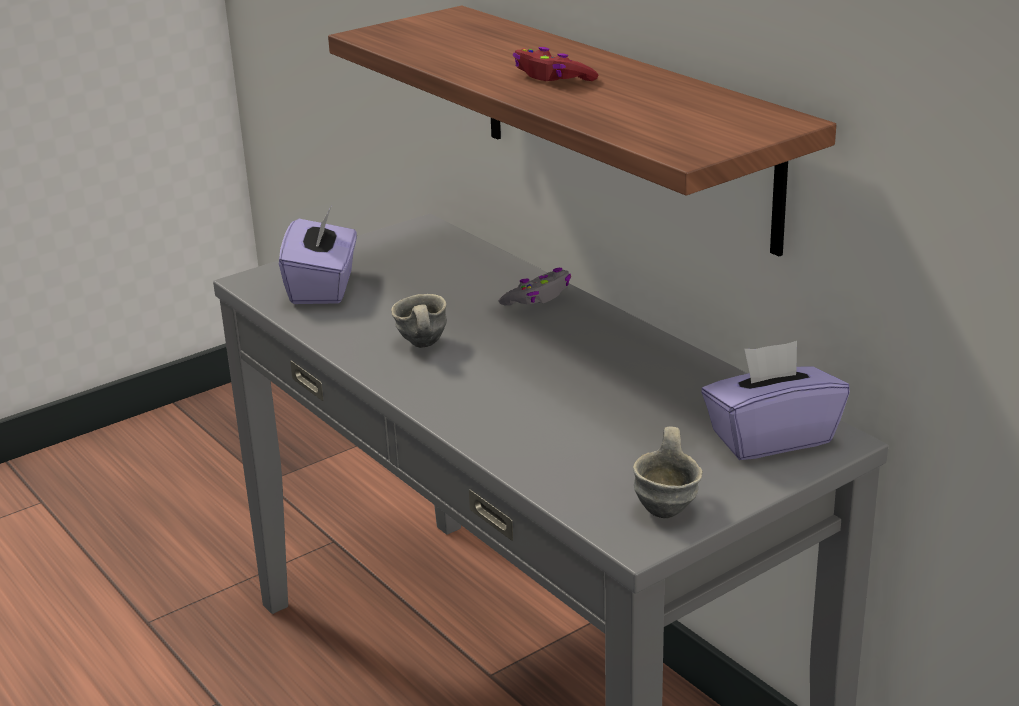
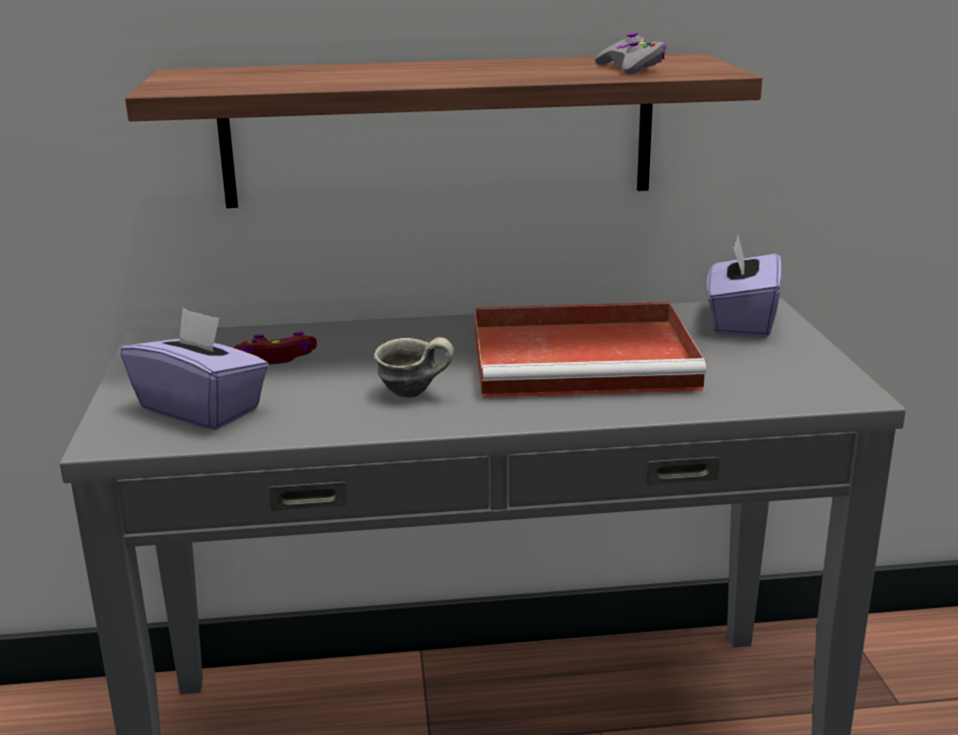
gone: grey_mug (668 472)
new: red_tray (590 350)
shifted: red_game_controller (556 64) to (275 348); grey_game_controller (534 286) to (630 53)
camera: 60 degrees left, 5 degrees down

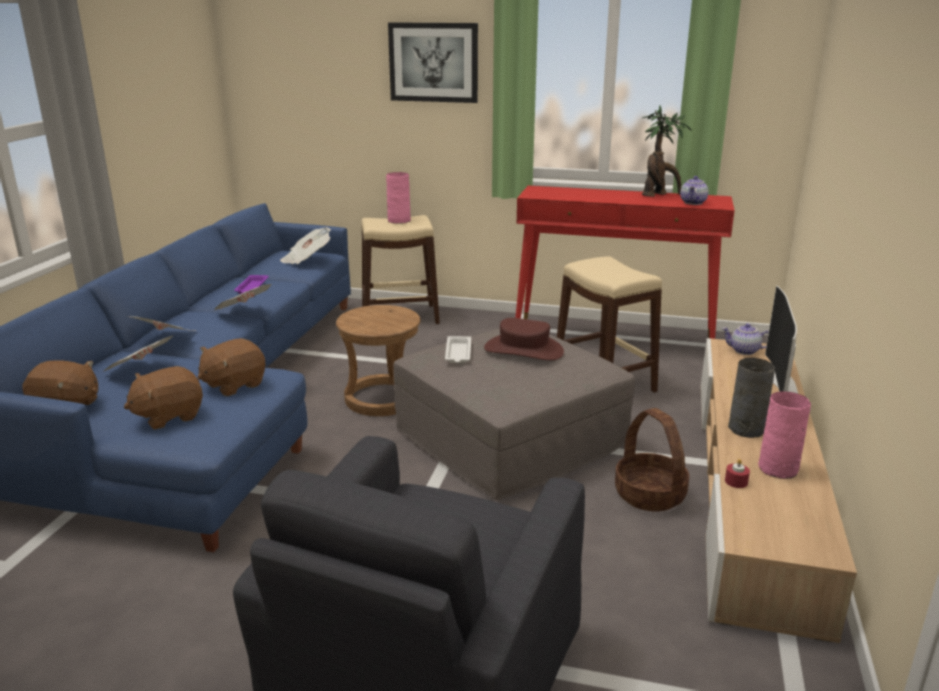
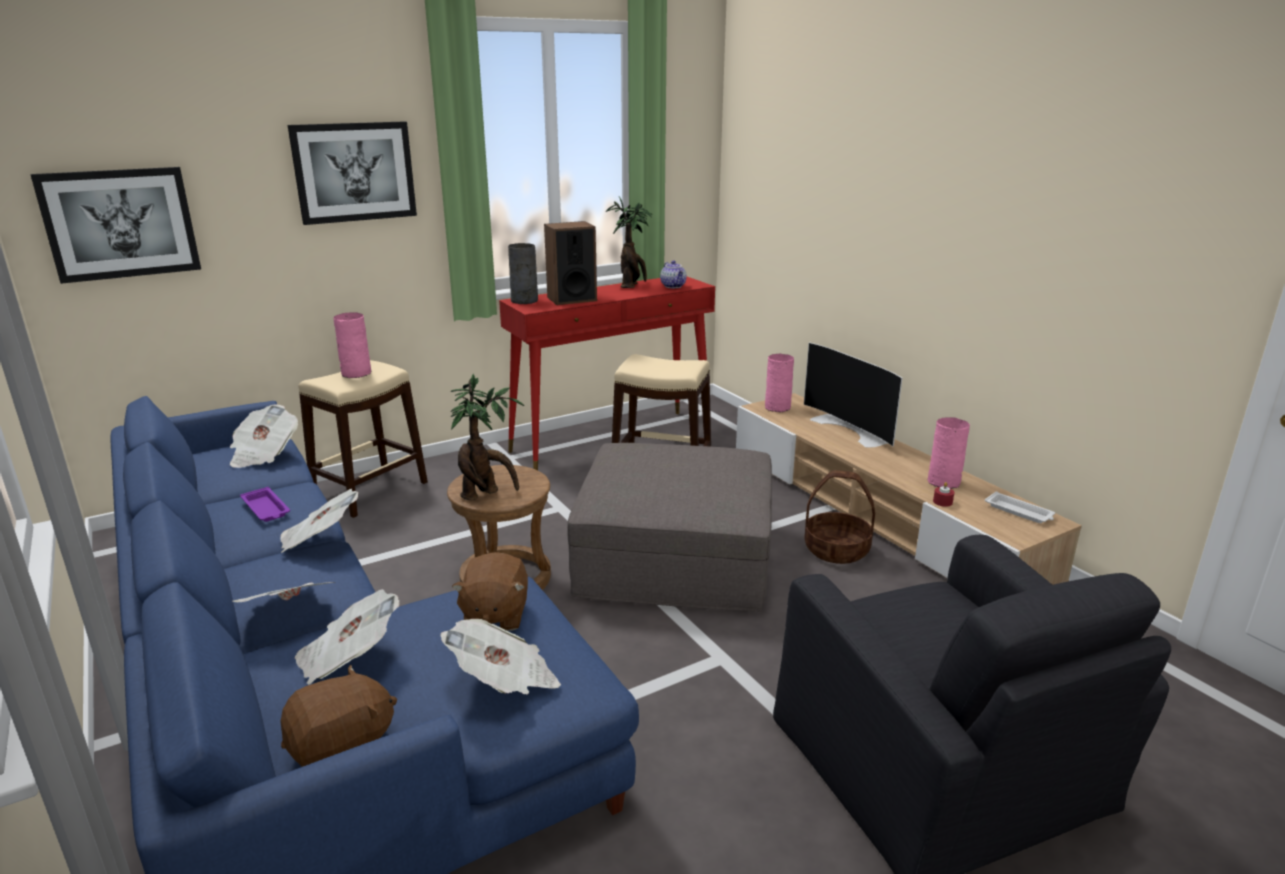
gone: brown_hat (524 339)
new: picture (116 225); speaker (570 263); potted_plant (487 437)
shifted: white_tray (458 349) to (1020 507); grey_vase (751 398) to (523 273)
swapped: teapot (745 339) to pink_vase (779 383); brown_plush_toy (163 398) to newspaper (500 656)
camera: 45 degrees left, 0 degrees up

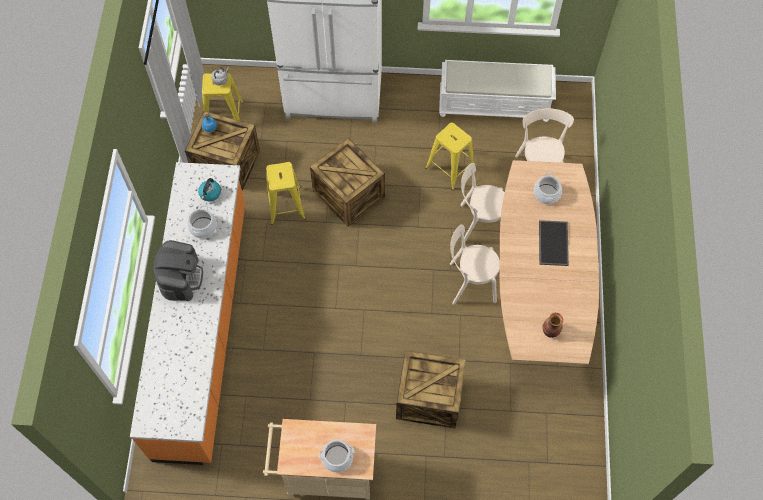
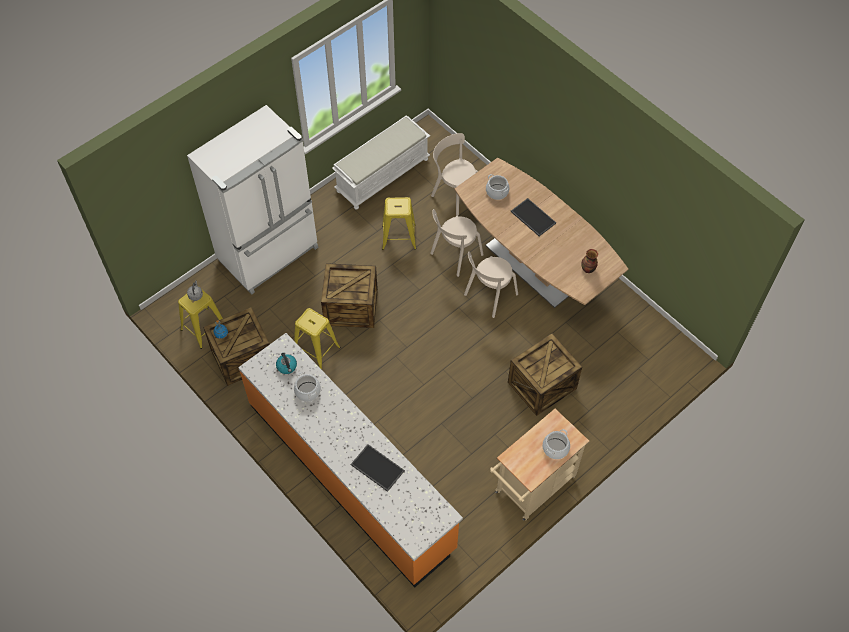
gone: coffee_machine (178 270)
new: tray (378 468)
camera: 45 degrees left, 5 degrees down

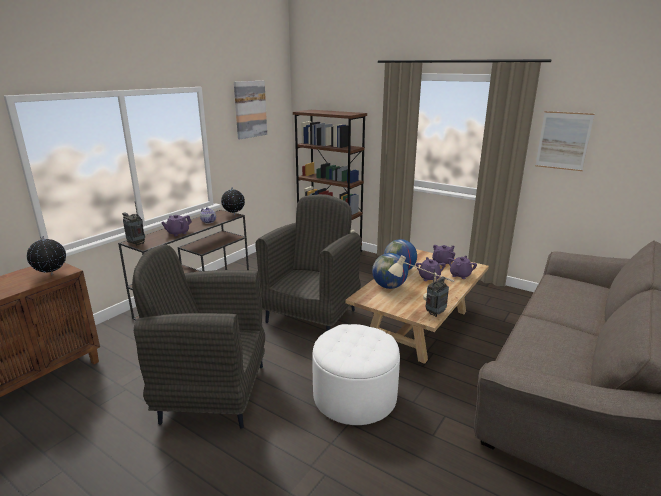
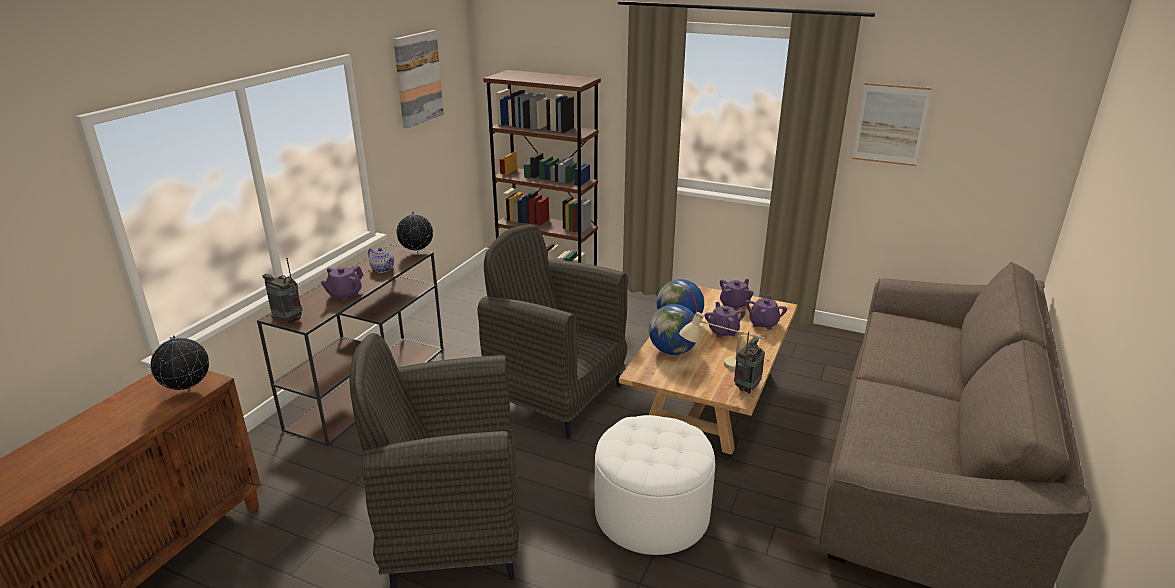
rotated: grey_armchair (308 262) = (552 331) 75 degrees counterclockwise
camera: 10 degrees left, 5 degrees up

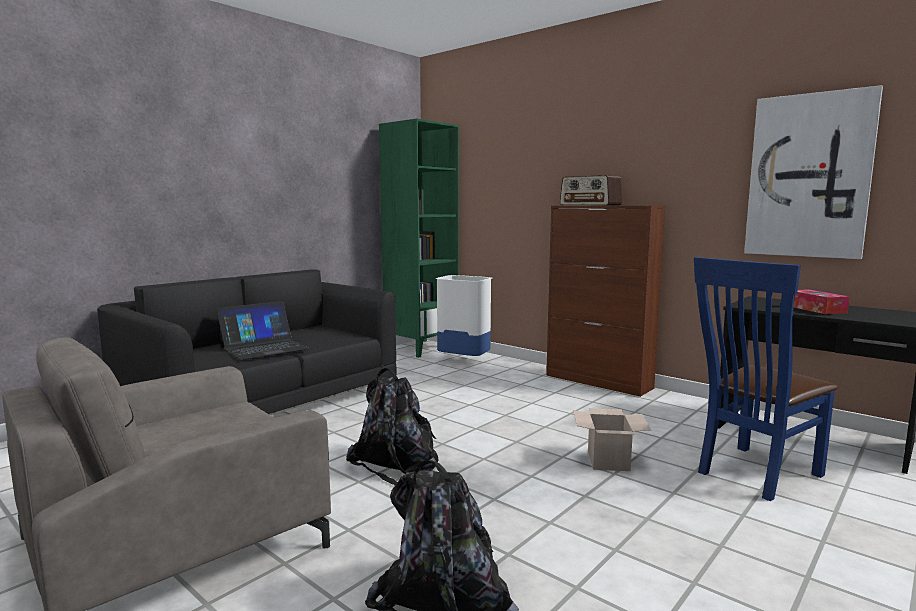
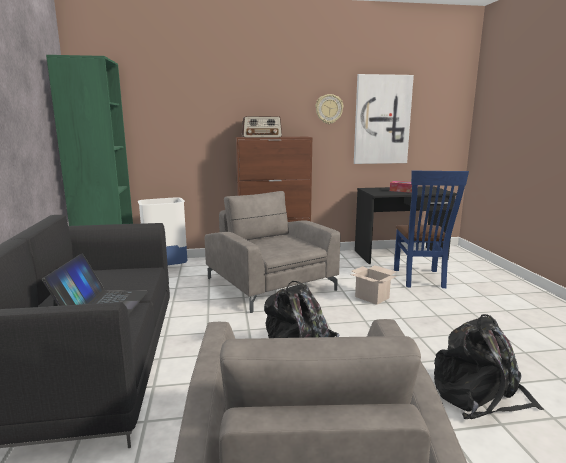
new: wall_clock (329 109); grey_armchair (272 252)
camera: 50 degrees left, 5 degrees up

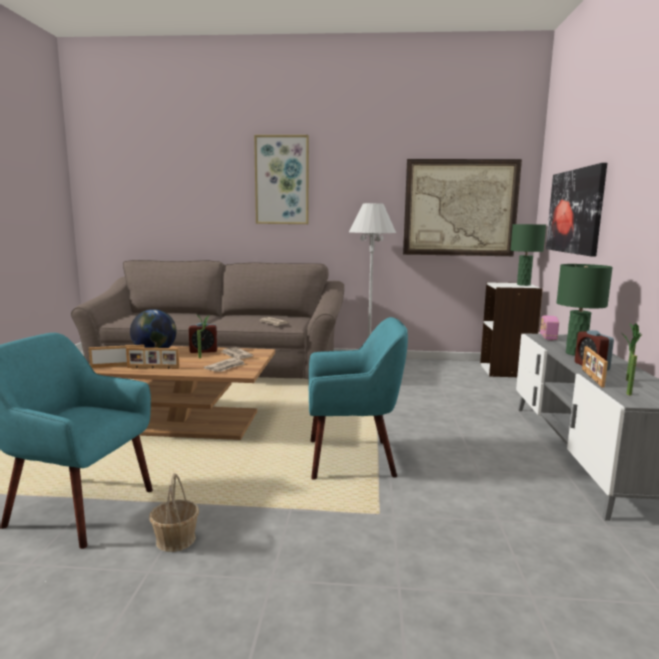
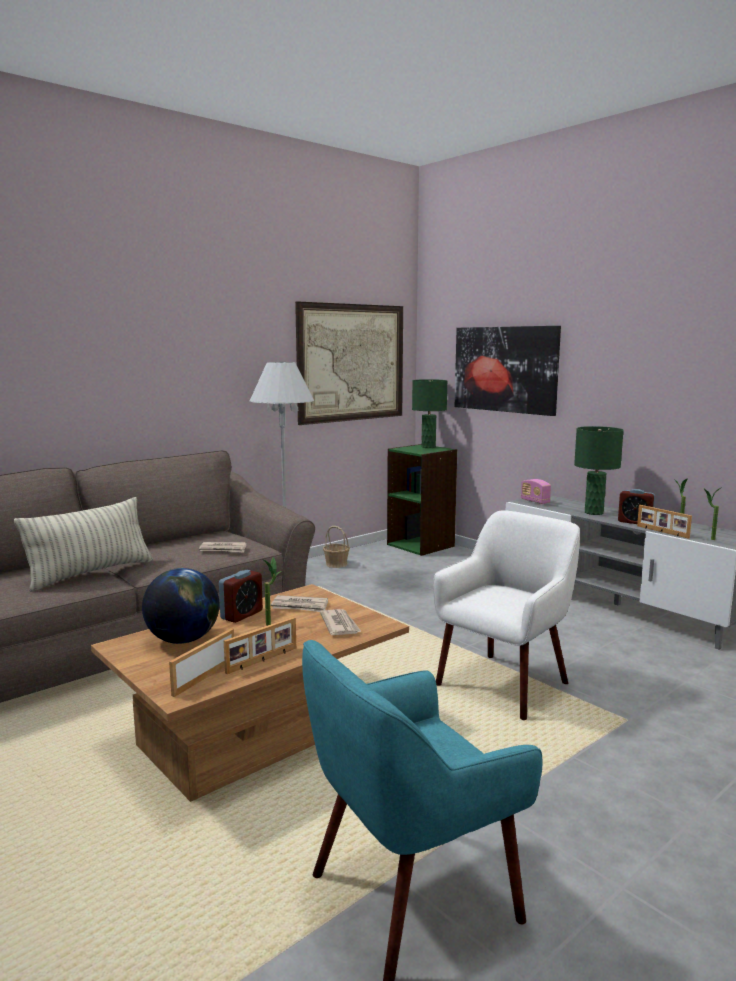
gone: picture (281 179)
new: pillow (83 544)
shifted: basket (174 512) to (336 547)
repainted: white_bookcase (511 329) to green_bookcase (422 500); turquoise_armchair (358 398) to white_armchair (506 615)
camera: 45 degrees left, 0 degrees up

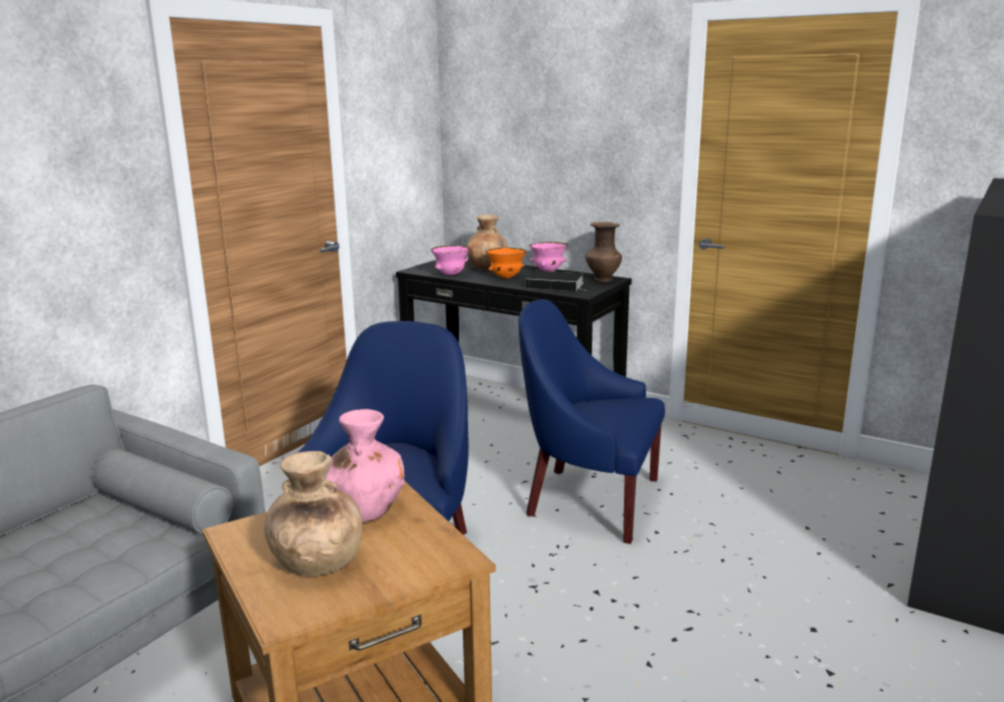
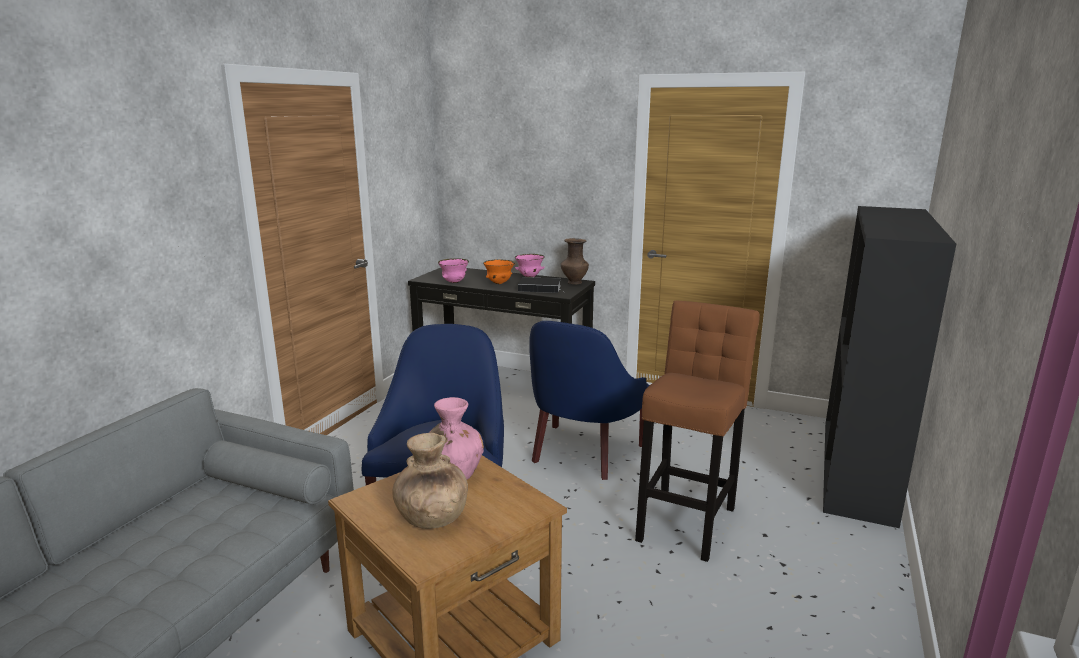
gone: brown_vase (488 242)
new: brown_stool (697 431)
rotated: blue_armchair (592 421) = (589 400) 75 degrees counterclockwise
camera: 10 degrees left, 0 degrees up

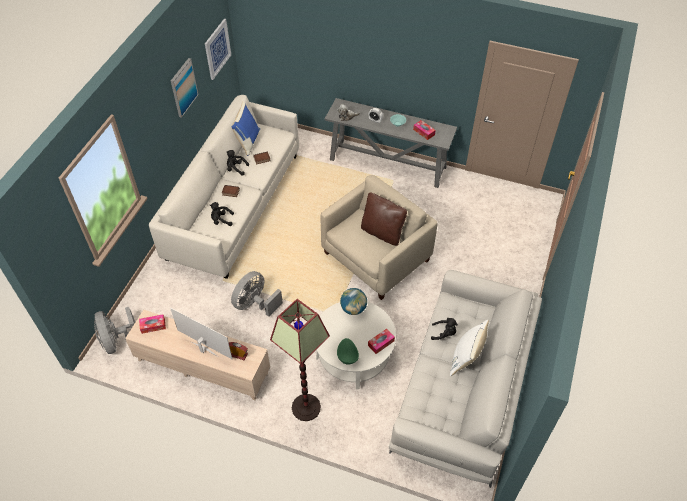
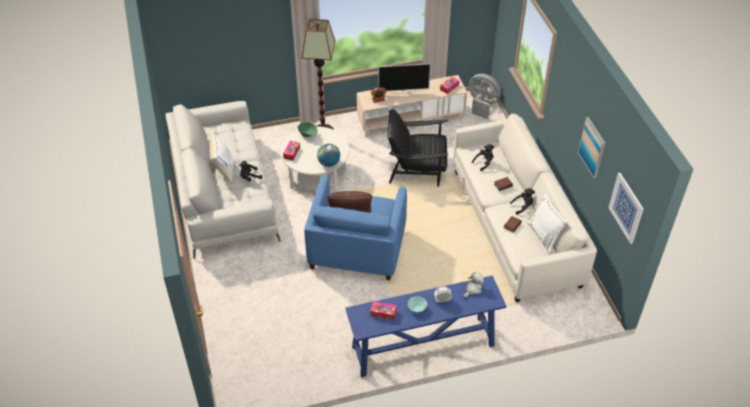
swapped: grey_fan (257 294) to black_armchair (418 148)
repainted: grey_console_table (391 143) to blue_console_table (426 326); blue_pillow (245 128) to white_pillow (548 223); beige_armchair (379 237) to blue_armchair (355 228)
camera: 145 degrees right, 5 degrees down

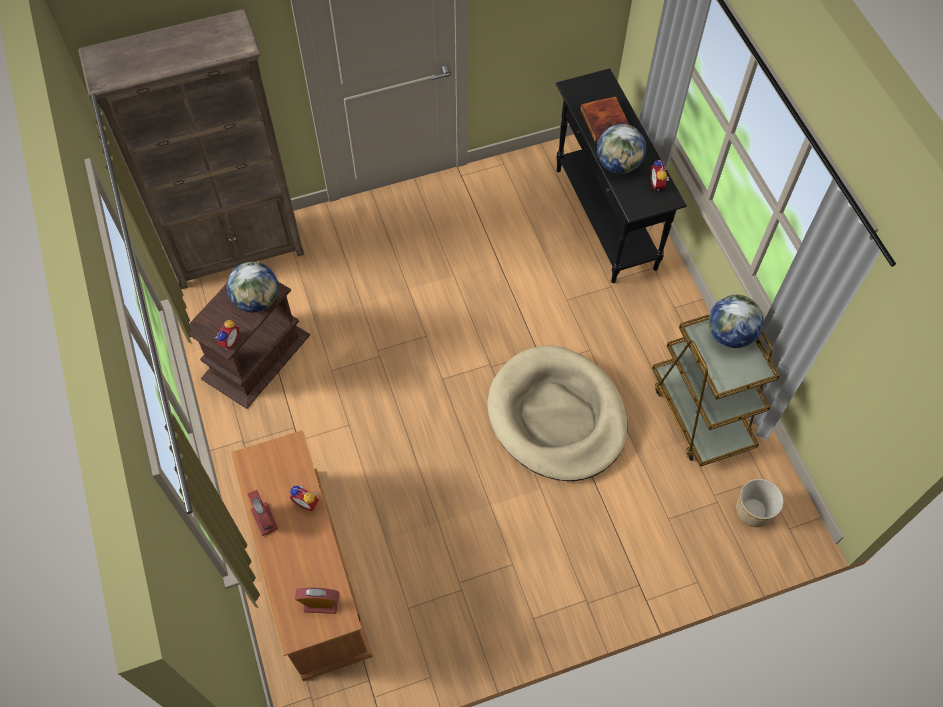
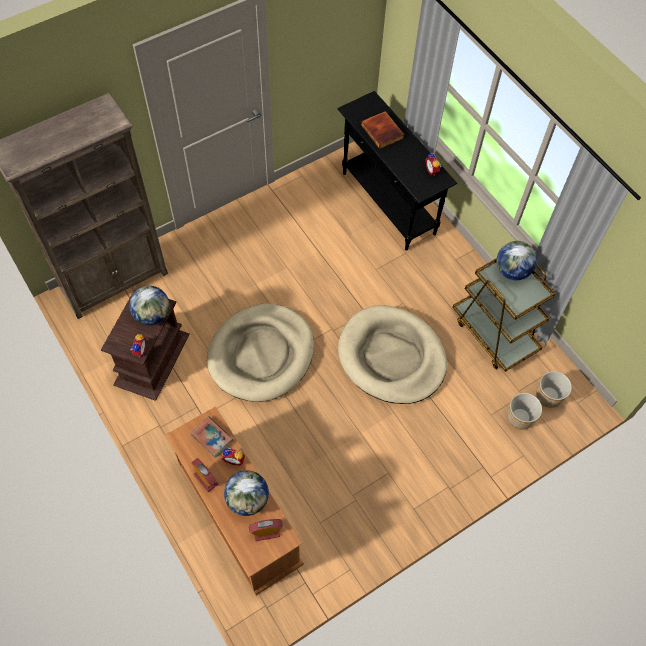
new: beige_dog_bed (260 352); planter (524 411); book (212 437)
shifted: globe (621 149) to (246 493)
camera: 15 degrees left, 0 degrees up

